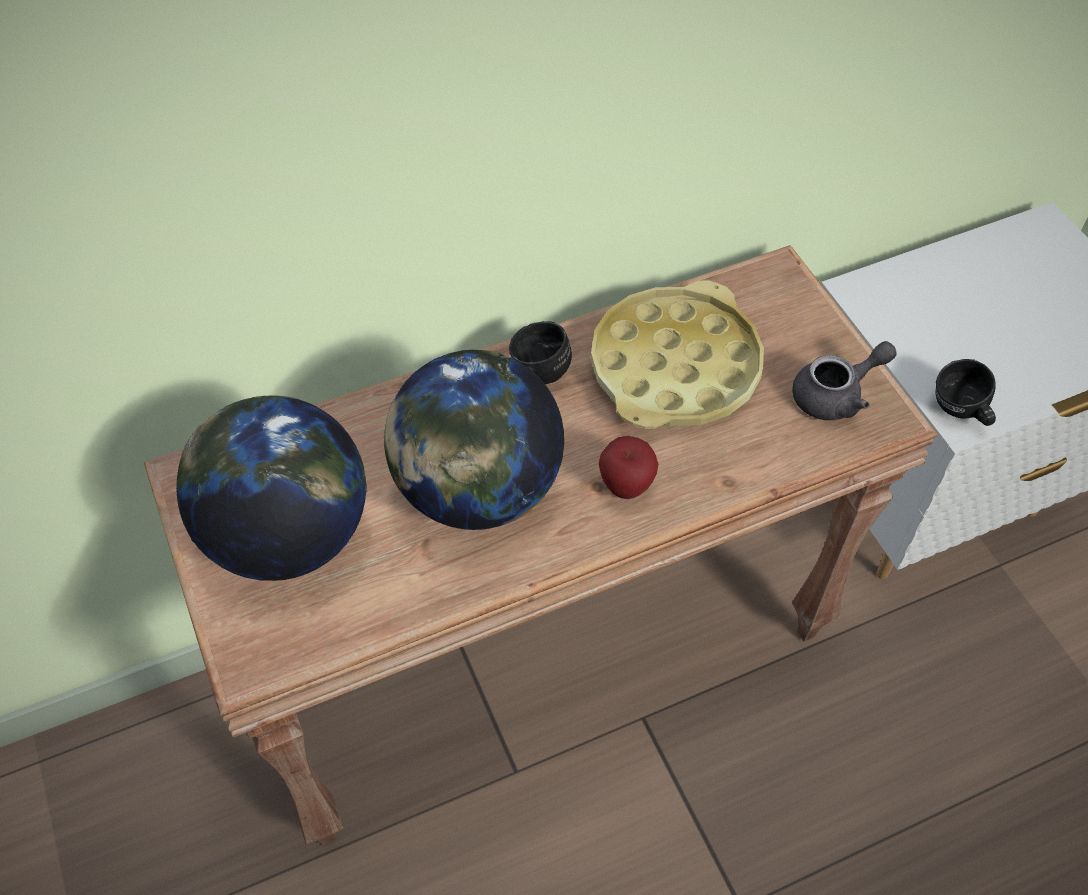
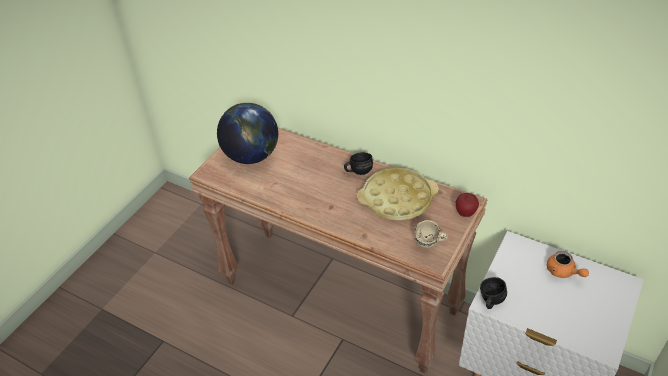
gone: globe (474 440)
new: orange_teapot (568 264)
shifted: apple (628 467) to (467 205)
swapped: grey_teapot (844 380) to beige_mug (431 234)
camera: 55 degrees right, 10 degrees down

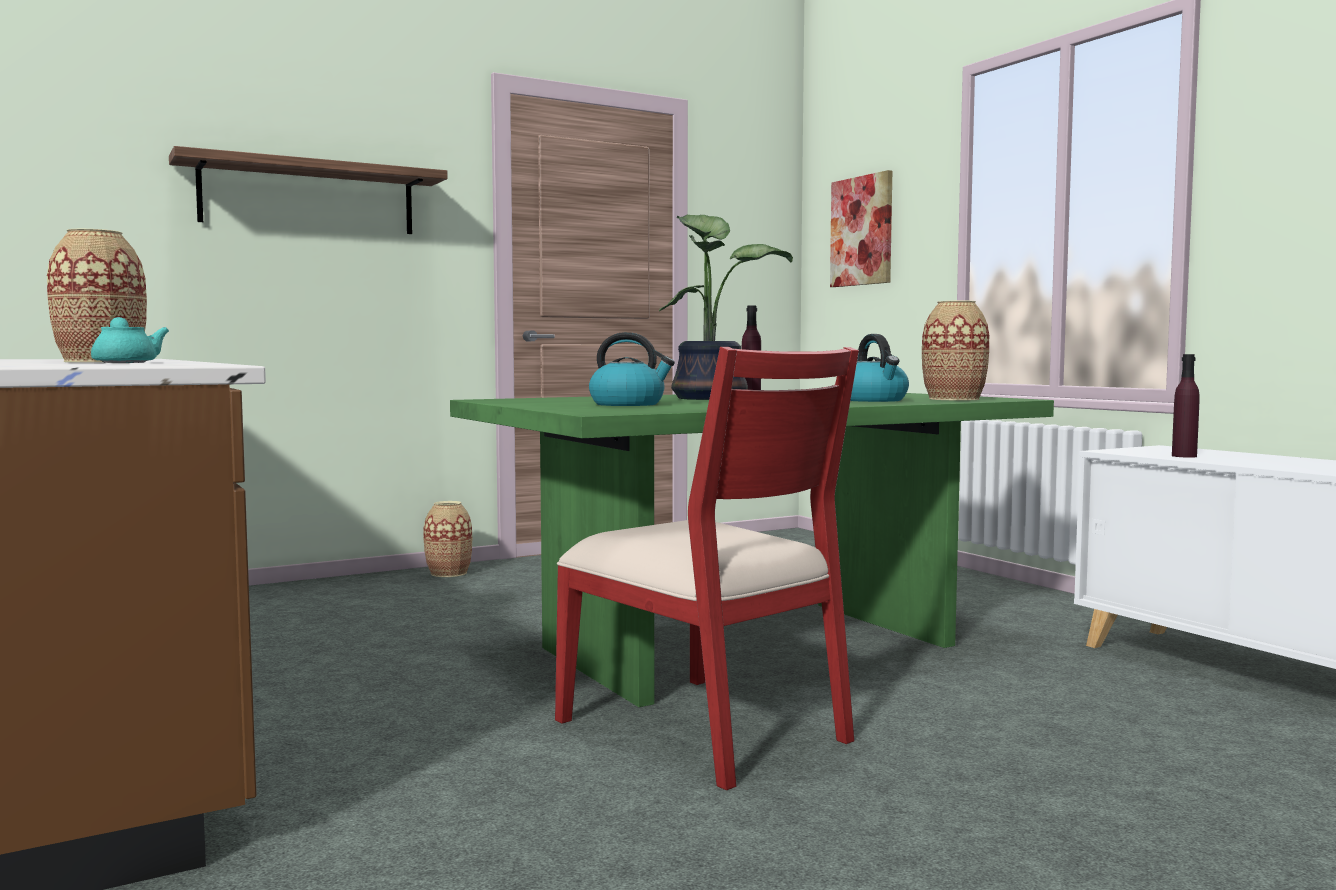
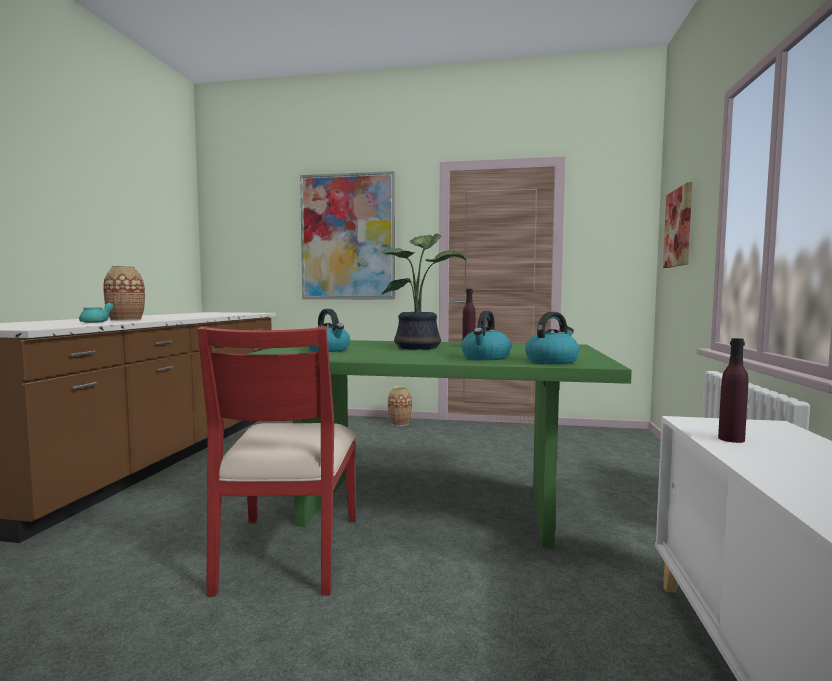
swapped: shelf (308 190) to picture (347 235); vase (955 351) to kettle (552 338)
camera: 40 degrees right, 0 degrees up

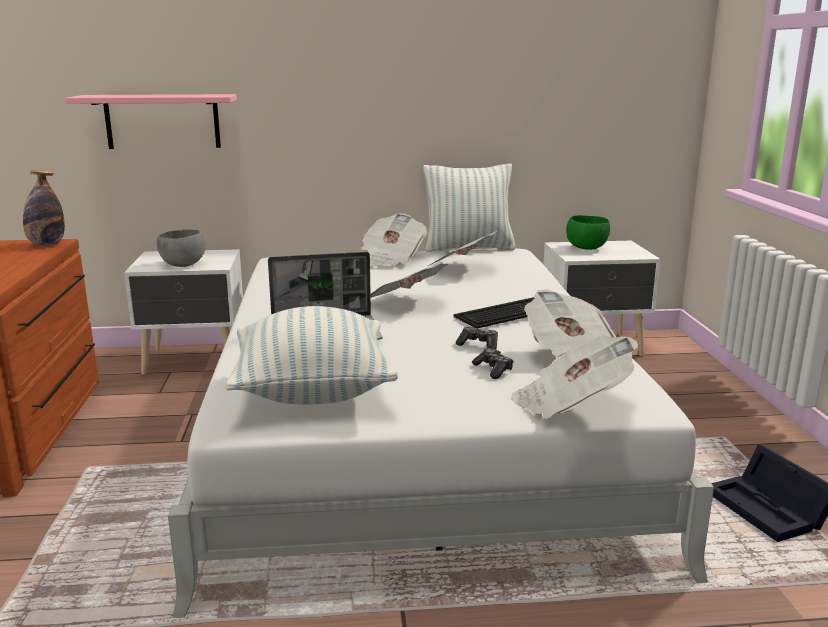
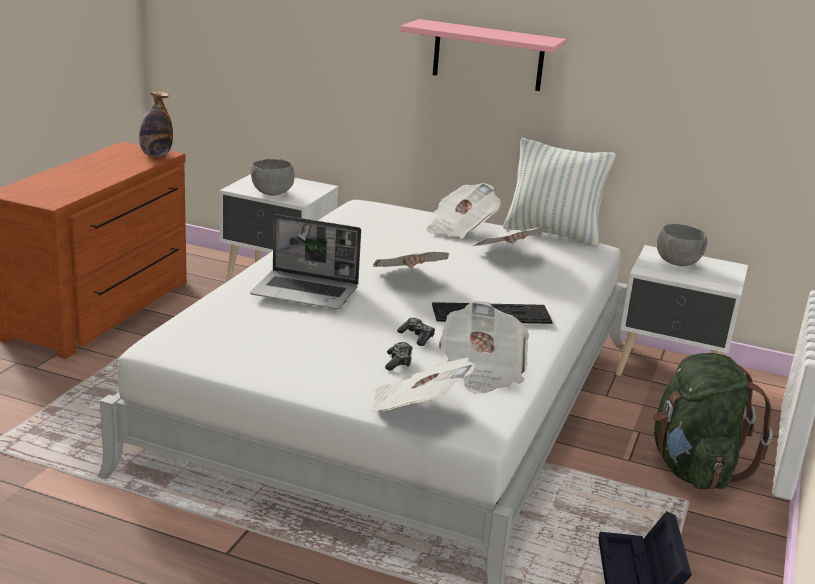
gone: pillow (311 355)
new: green_backpack (713 421)
shifted: pink_shelf (151 121) to (483 55)
repainted: green_bowl (588 232) to grey_bowl (682 245)
camera: 25 degrees right, 5 degrees up

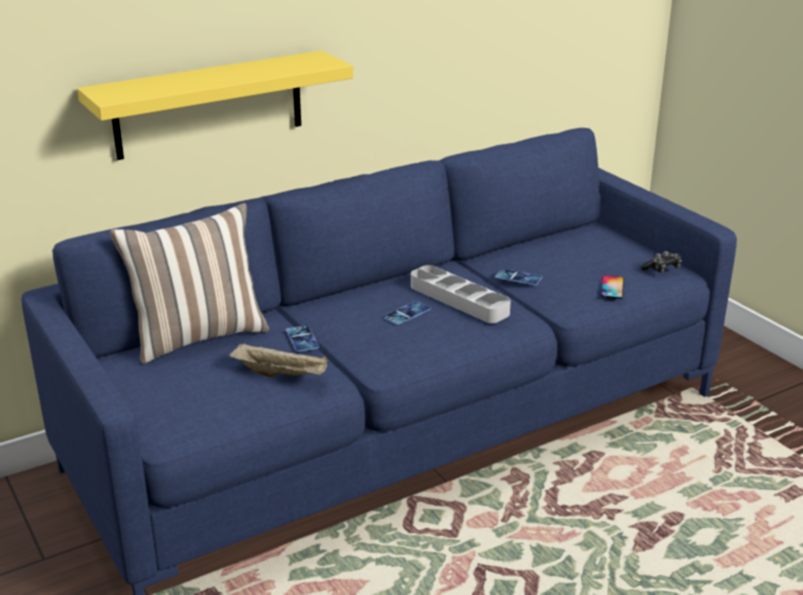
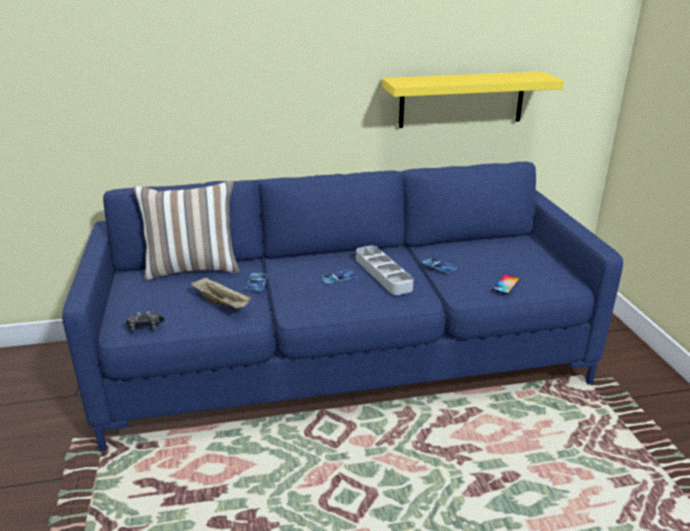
shifted: yellow_shelf (215 105) to (473 99); game_controller (661 262) to (145 321)
camera: 20 degrees right, 0 degrees up

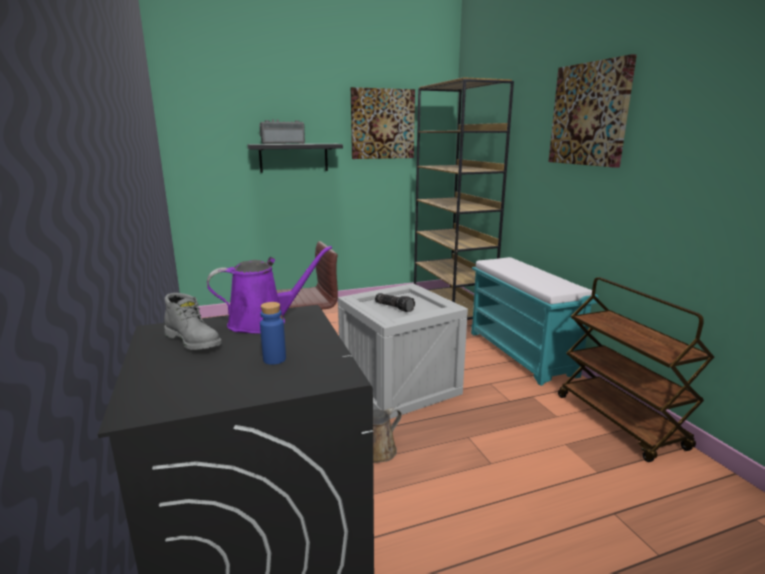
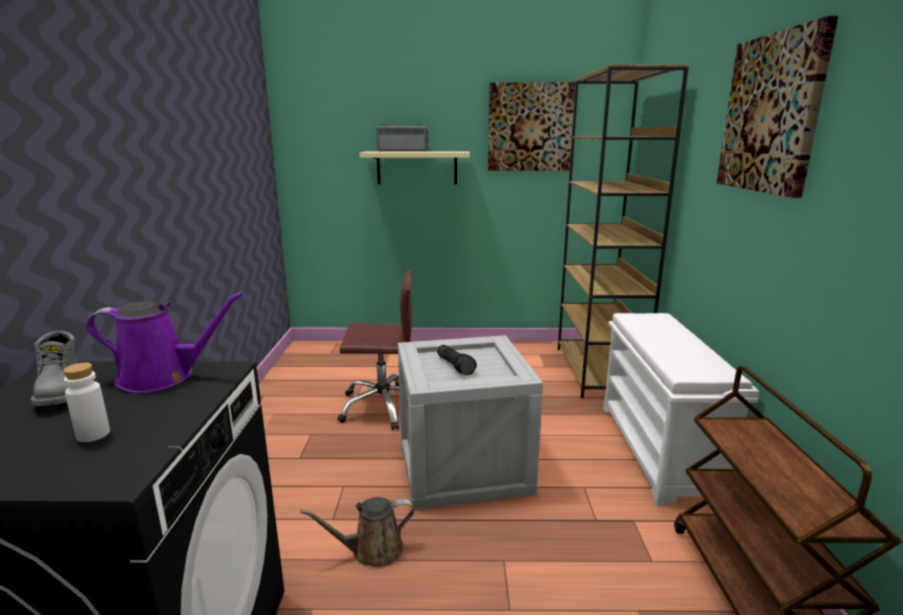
repainted: black_shelf (295 158) to beige_shelf (415 167); turquoise_bench (534 321) to white_bench (681 409); blue_bottle (273 333) to white_bottle (86 402)
camera: 20 degrees right, 0 degrees up

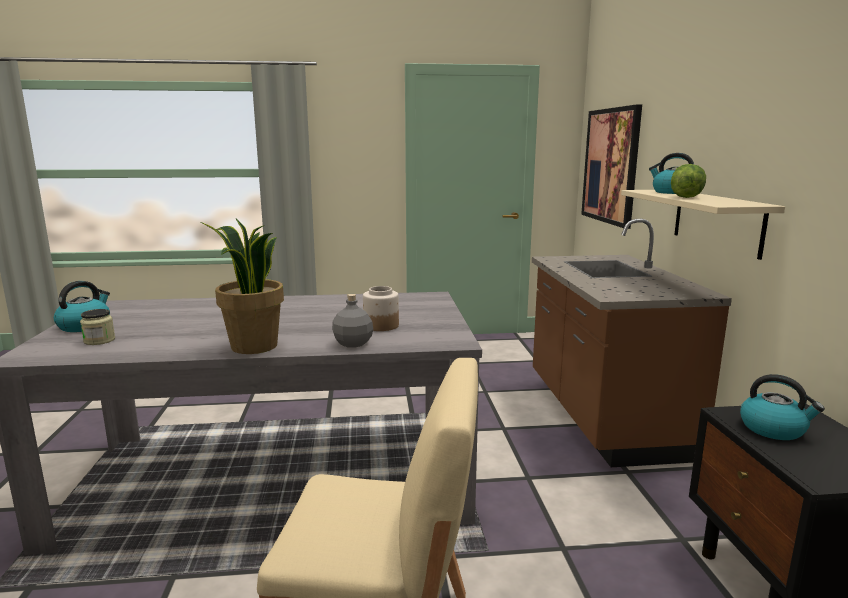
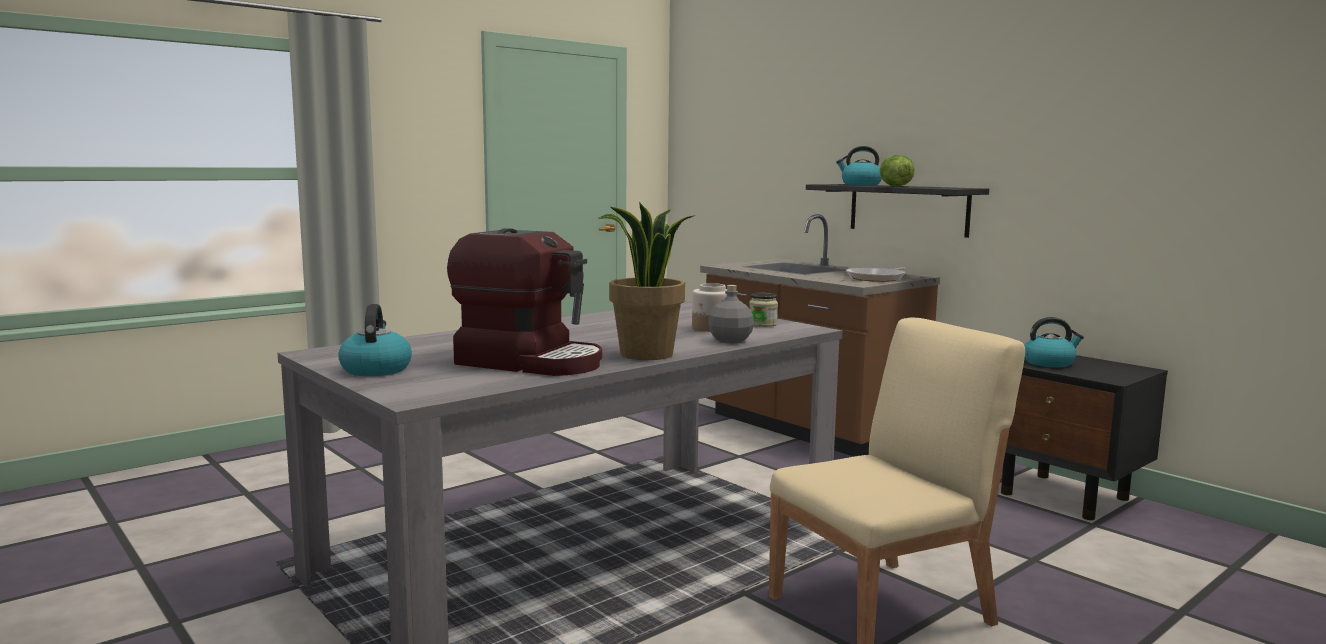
gone: picture (611 166)
new: coffee_machine (524 302); frying_pan (875 274)
shifted: jar (97 327) to (763 310)
repainted: beige_shelf (703 225) to black_shelf (897 211)
camera: 35 degrees left, 5 degrees down

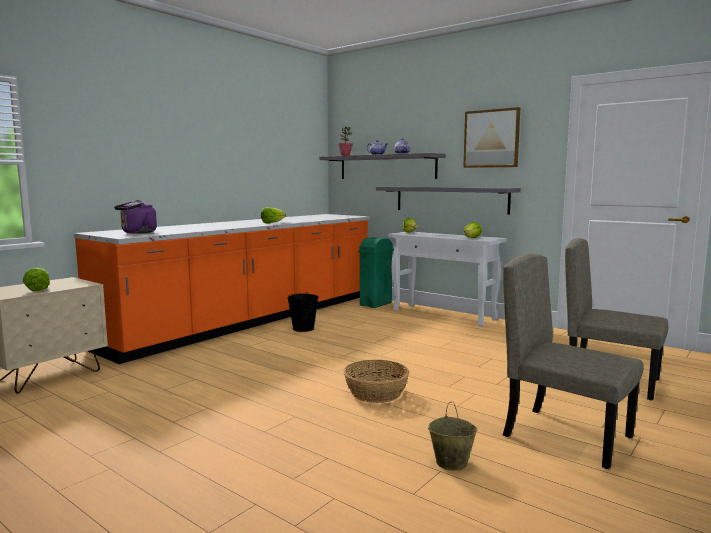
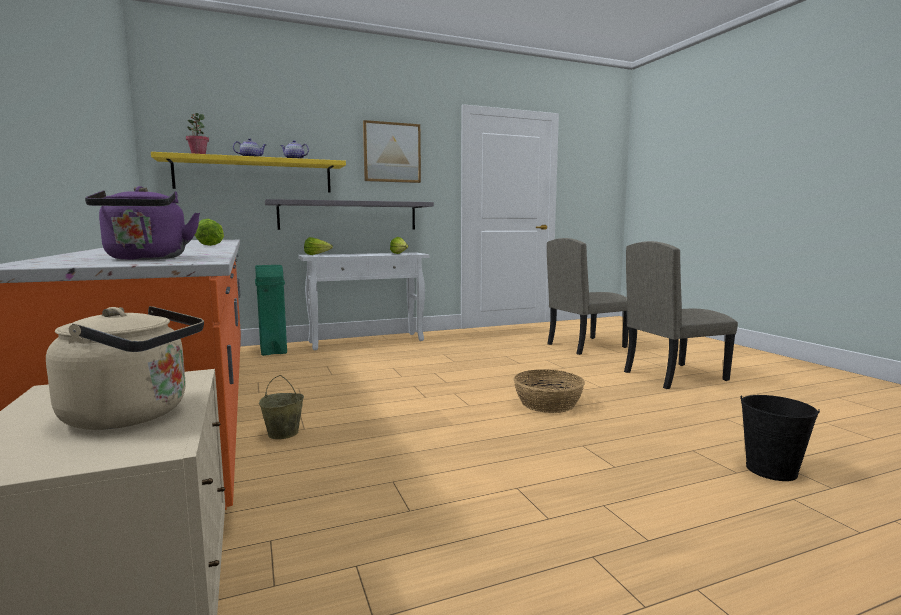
shifted: black_bucket (302 312) to (780 438); beige_bucket (453 436) to (281 407)
swapped: lettuce (36 279) to beige_kettle (125 368)
repainted: grey_shelf (382 166) to yellow_shelf (248 172)
camera: 60 degrees left, 0 degrees up

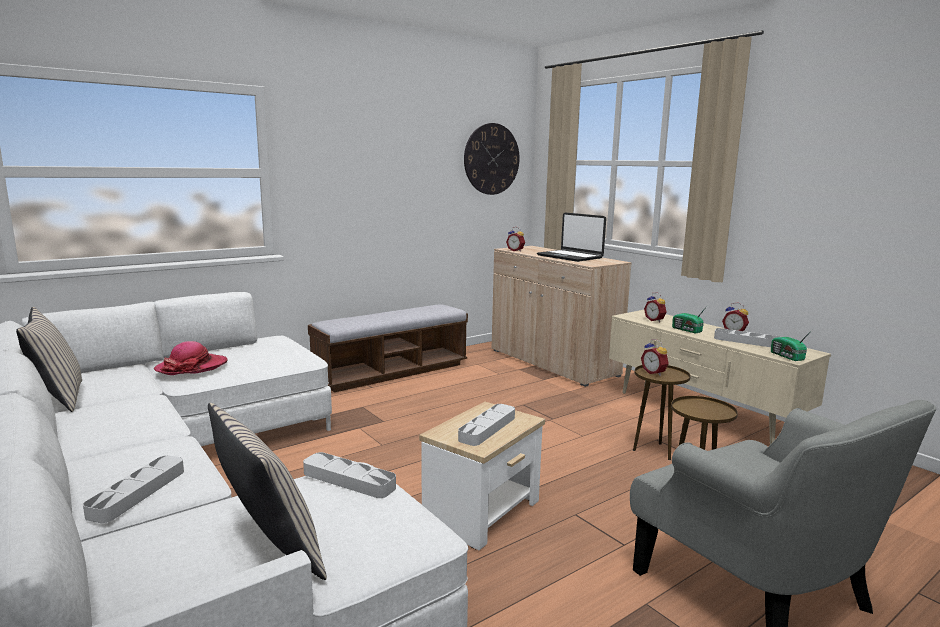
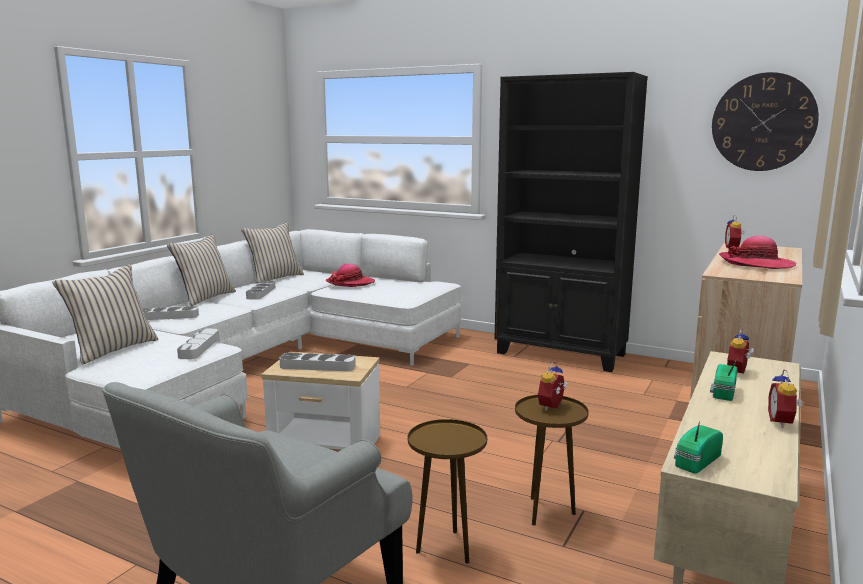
new: beige_pillow (201 270)
shifted: grey_tray (747 337) to (260 290)
swapped: laptop (571 237) to hat (757 252); bench (388 348) to black_bookcase (571 222)
camera: 65 degrees right, 0 degrees up

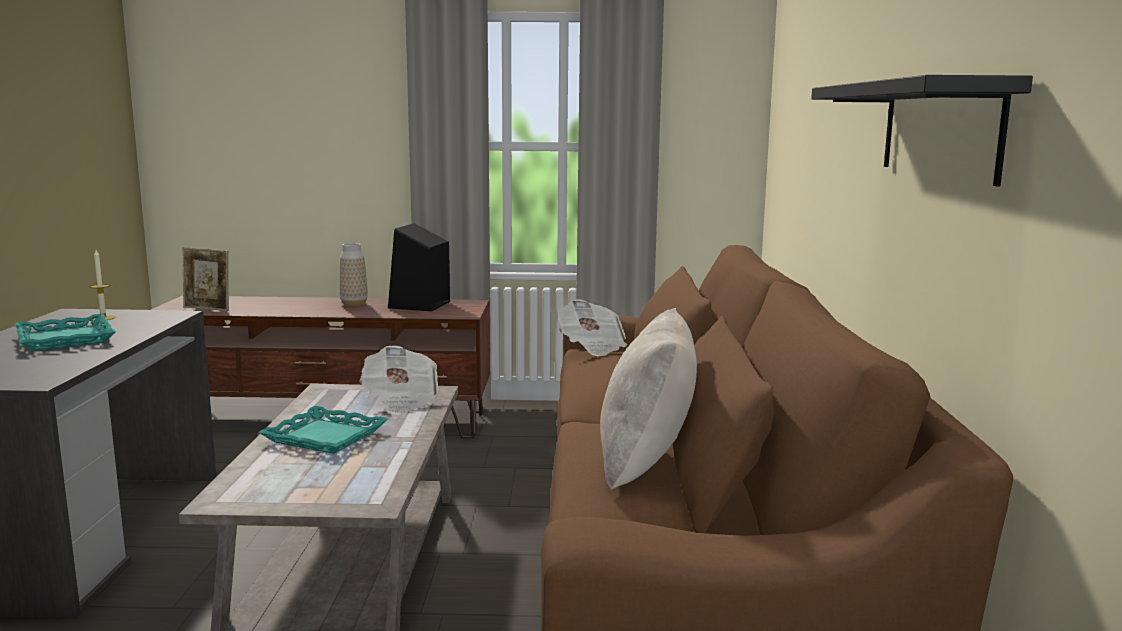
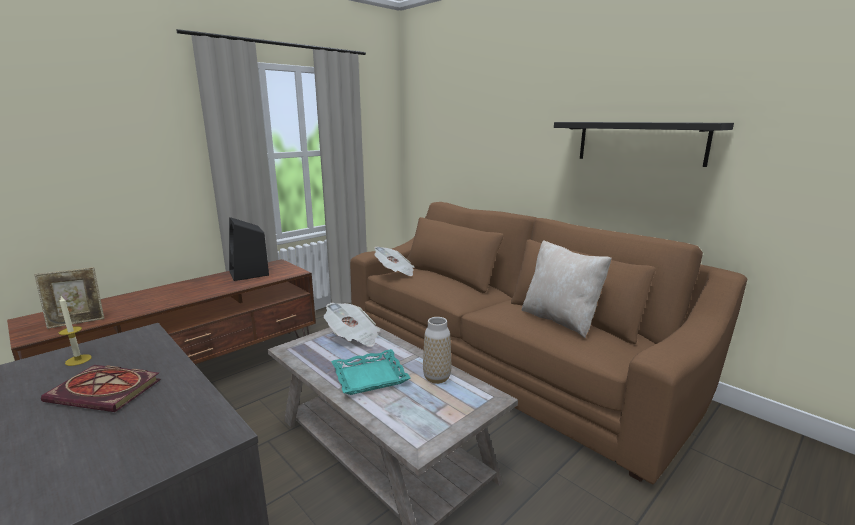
shifted: vase (354 274) to (437 350)
swapped: turquoise_tray (65 332) to book (101 388)
camera: 45 degrees left, 5 degrees up

